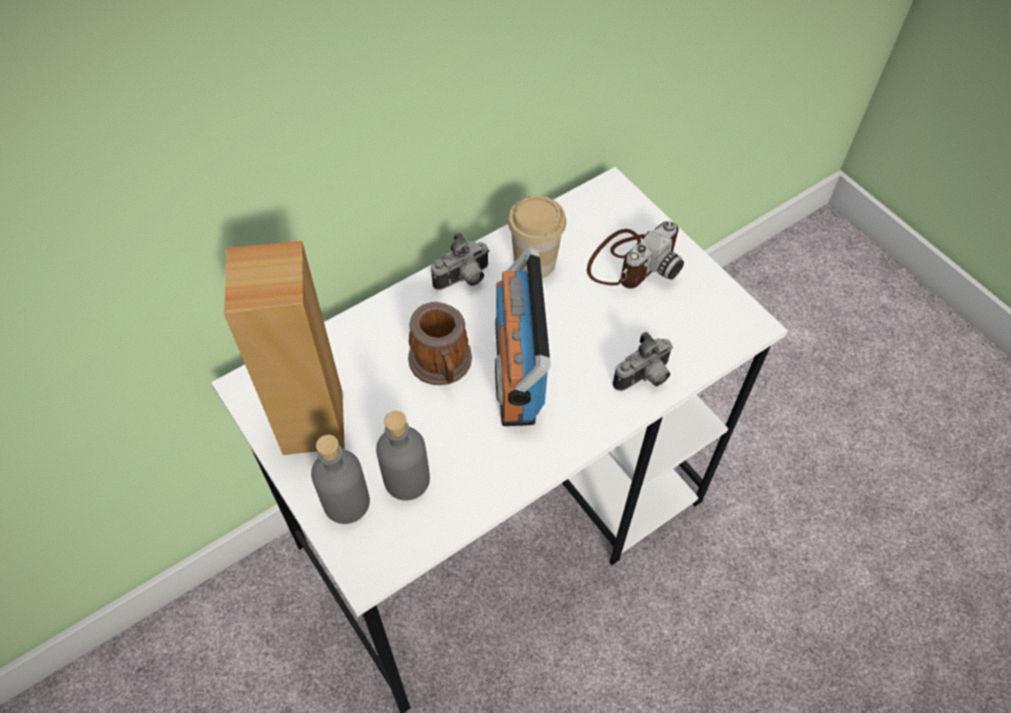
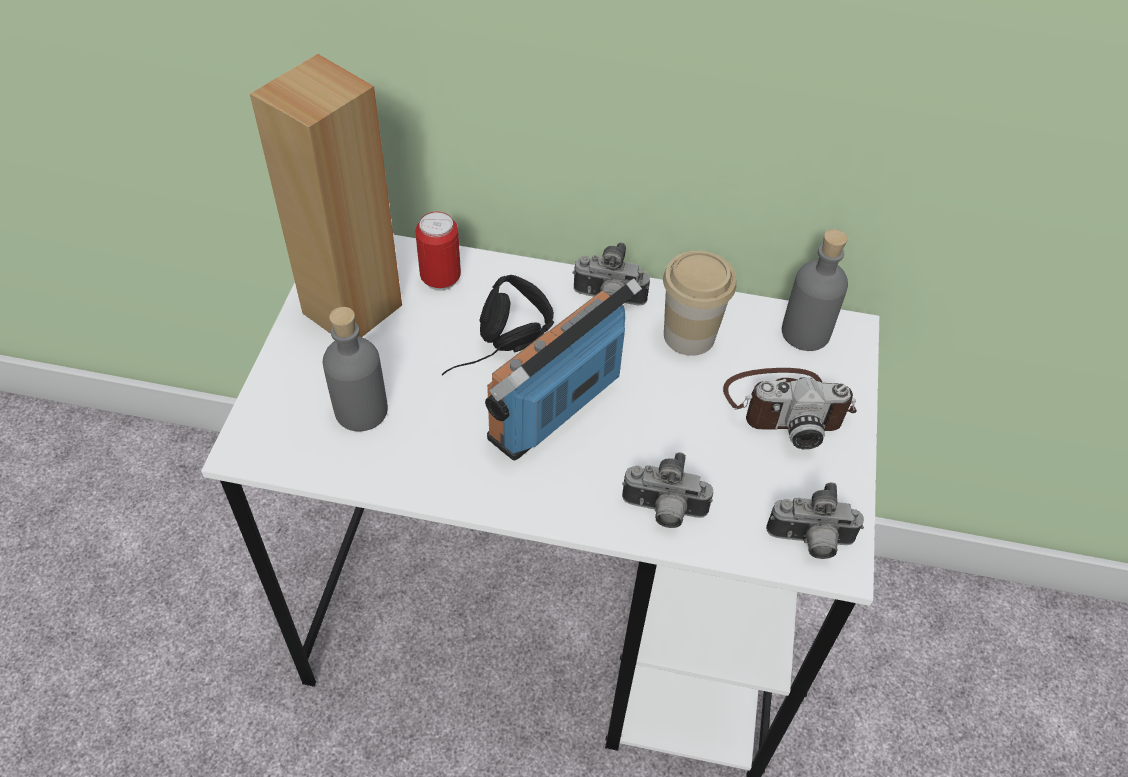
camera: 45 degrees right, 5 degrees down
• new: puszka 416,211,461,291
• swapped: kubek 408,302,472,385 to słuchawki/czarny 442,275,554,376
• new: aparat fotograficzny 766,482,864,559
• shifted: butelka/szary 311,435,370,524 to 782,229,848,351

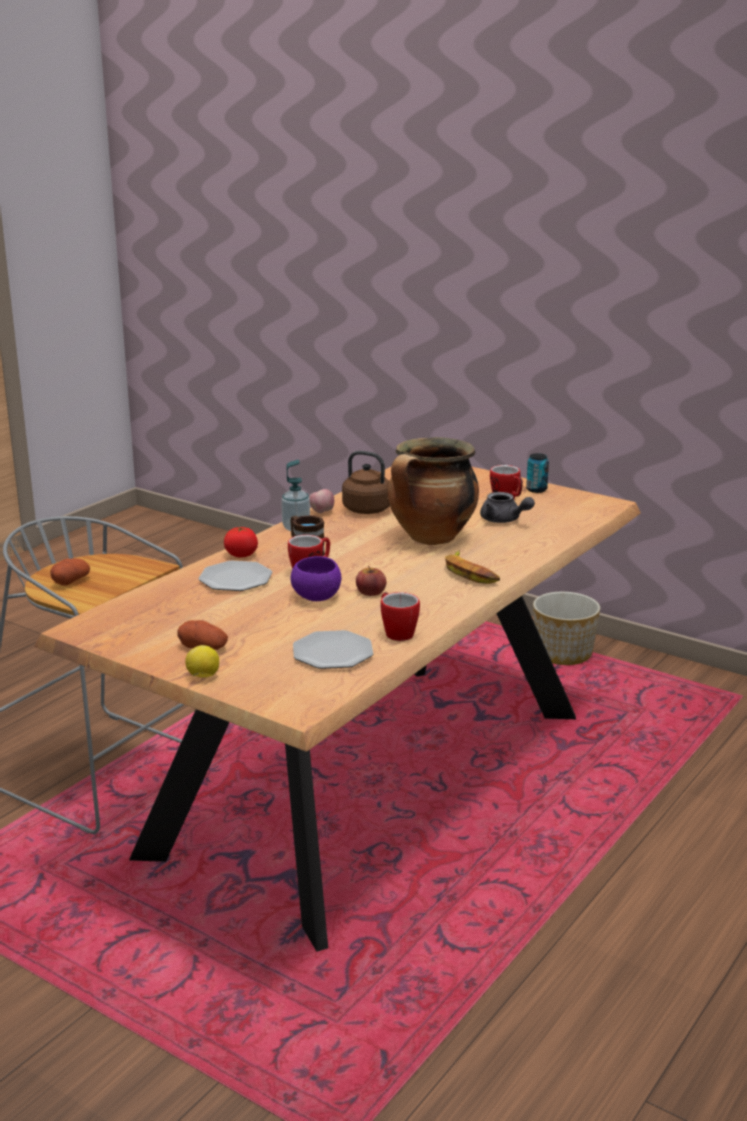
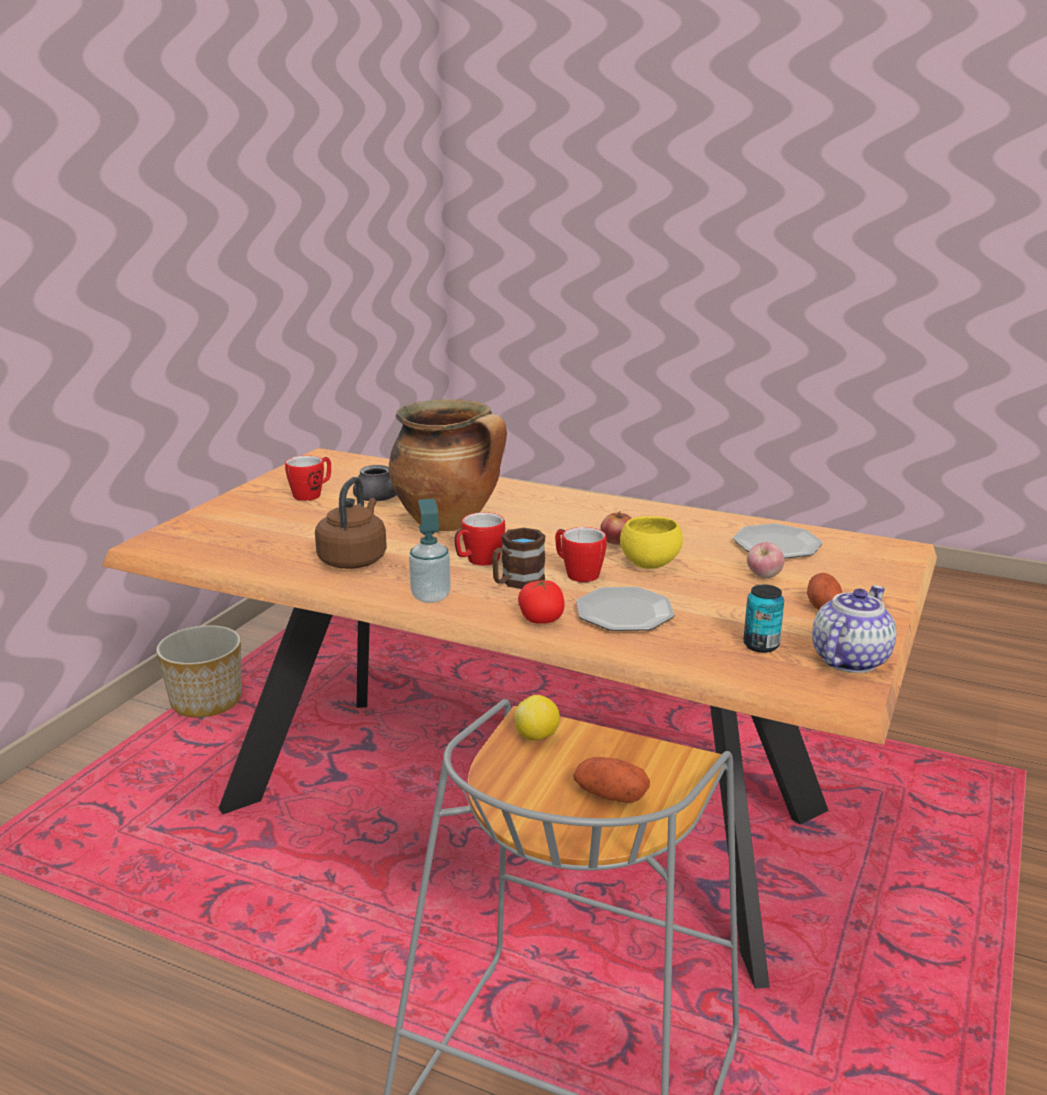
camera: 100 degrees left, 0 degrees up
• shifted: kubek 381,592,420,641 to 454,512,505,566
• shifted: cytryna 185,645,219,678 to 514,695,560,741
• repainted: miska/fioletowy 291,556,341,601 to miska/żółty 620,516,683,569
• shifted: puszka 526,453,549,493 to 743,585,784,653
• shifted: jabłko 309,489,334,513 to 747,542,785,579
• new: imbryk 812,585,896,673
• gone: banan 445,551,500,584

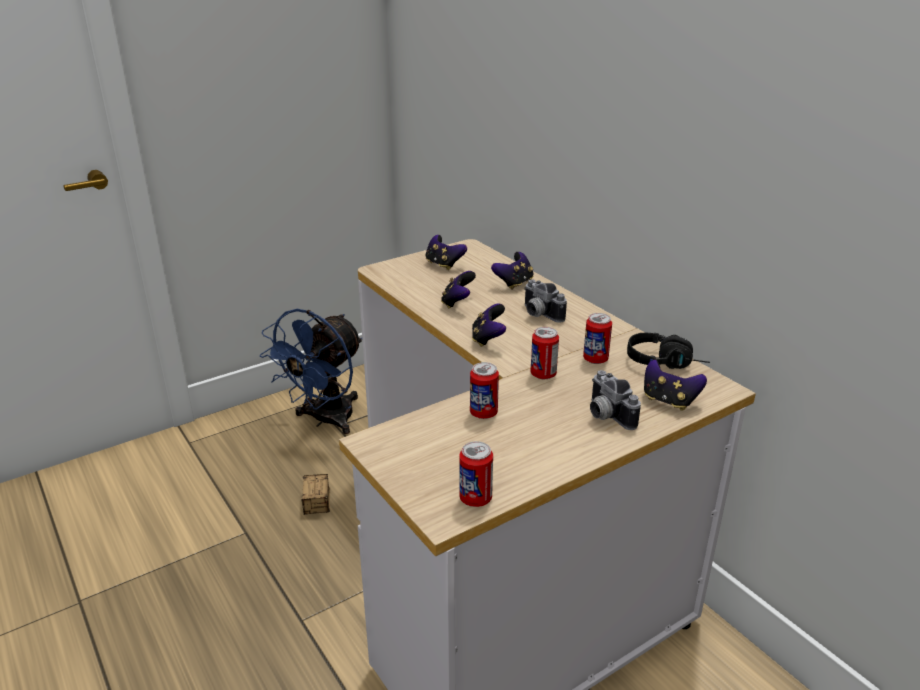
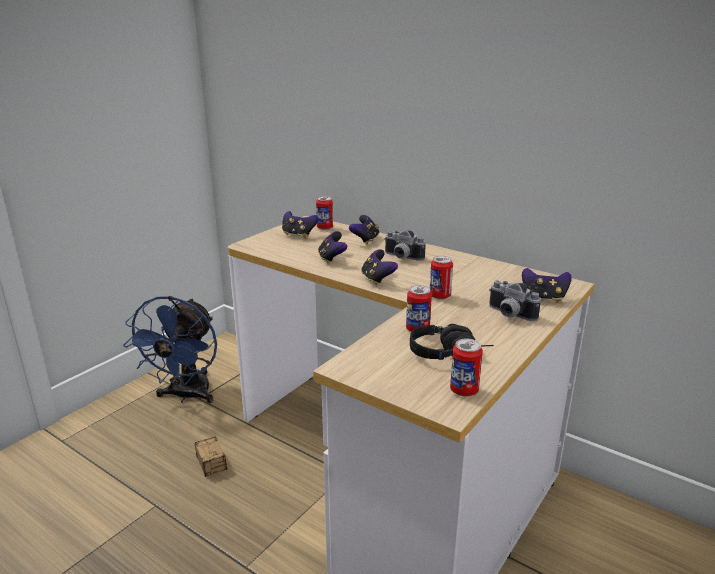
camera: 20 degrees left, 5 degrees down
• shifted: puszka 583,313,612,364 to 316,196,333,230
• shifted: słuchawki/czarny 627,333,710,369 to 410,324,494,360

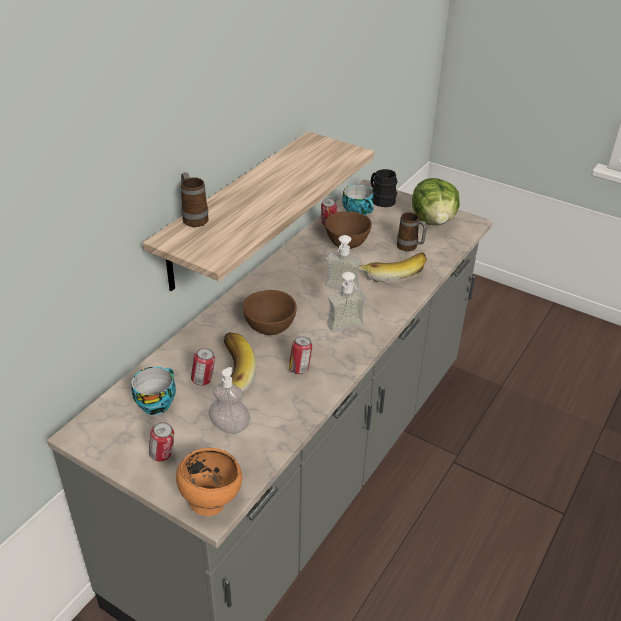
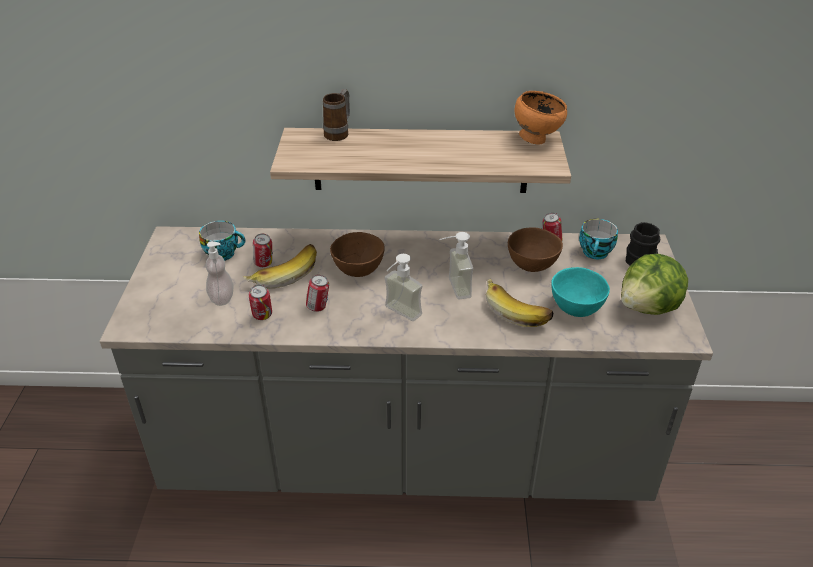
camera: 60 degrees right, 0 degrees up
• shifted: puszka 149,422,174,462 to 249,285,272,320
• shifted: miska/pomarańczowy 176,448,242,516 to 514,91,567,145
• swapped: kubek 397,212,427,251 to miska/turkusowy 551,267,610,317

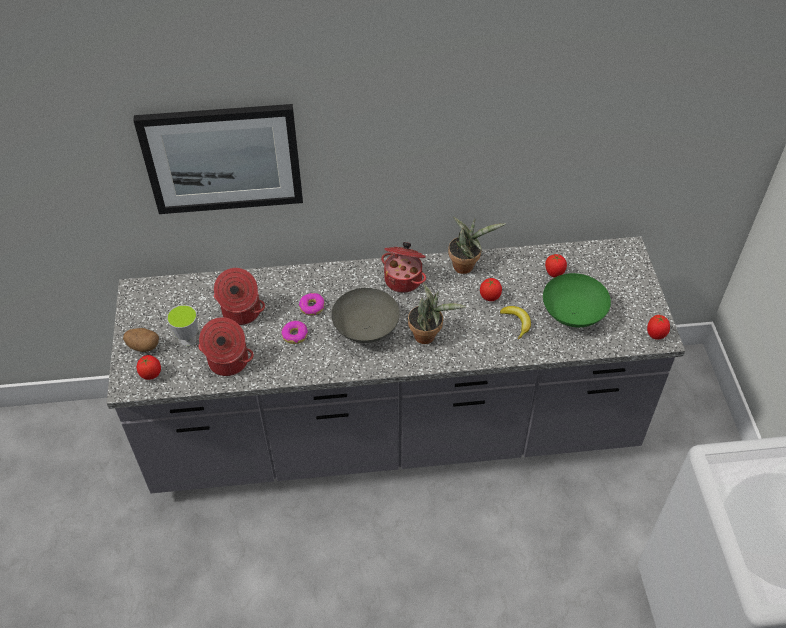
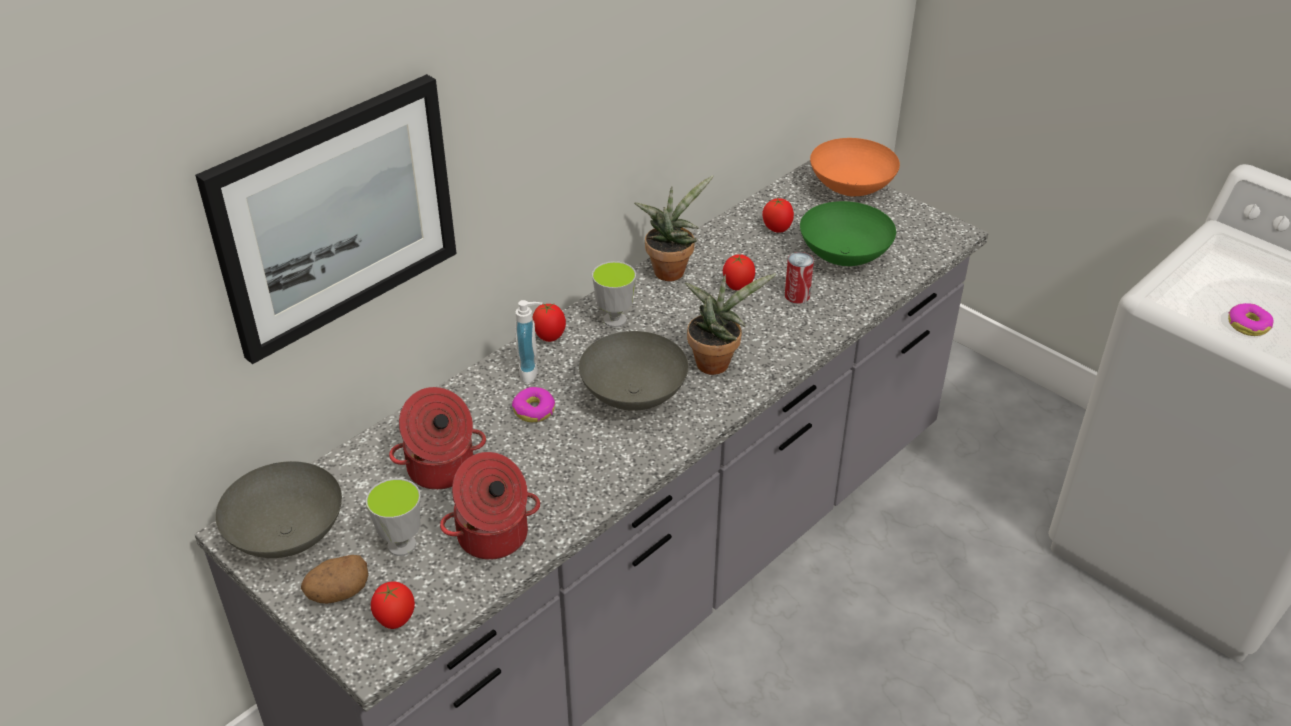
camera: 40 degrees left, 10 degrees down
• new: miska/szary 215,461,342,558
• new: dozownik mydła 515,300,542,383
• shifted: pomidor 647,315,670,340 to 533,303,566,342
• swapped: garnek 381,242,426,293 to filiżanka 592,261,636,327
• swapped: banan 500,306,531,339 to puszka 785,252,814,303
• new: miska/pomarańczowy 810,138,900,197
• shifted: donut 281,321,308,344 to 1228,303,1274,336

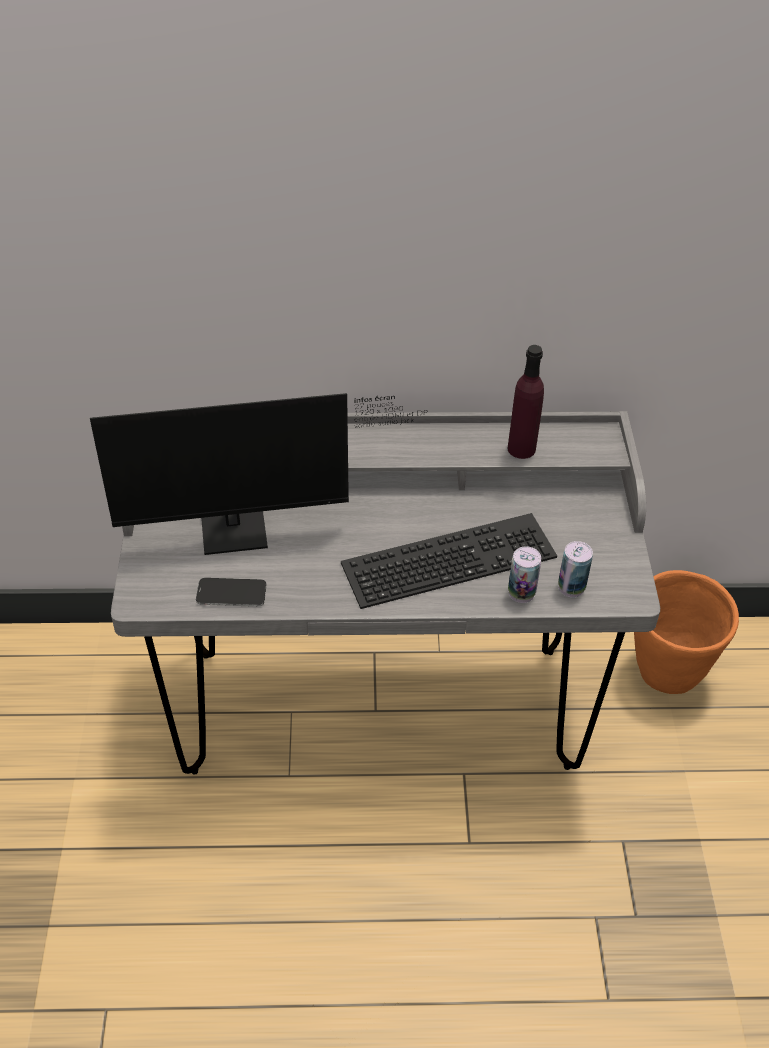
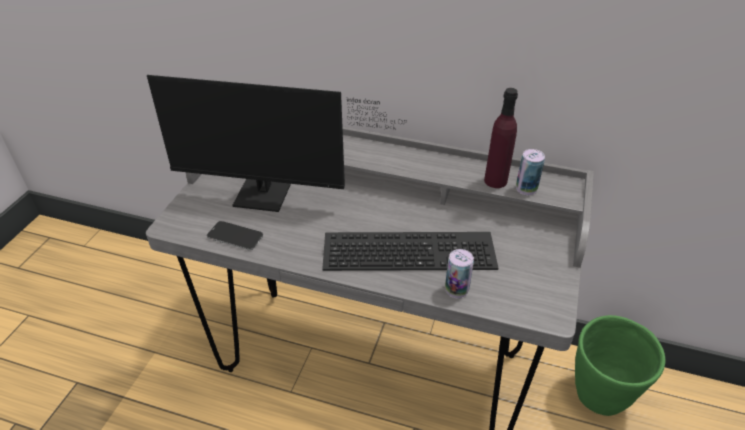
camera: 20 degrees right, 5 degrees down
• shifted: puszka 558,541,593,598 to 516,149,545,195
• repainted: donica/pomarańczowy 634,570,739,694 to donica/zielony 575,315,665,416

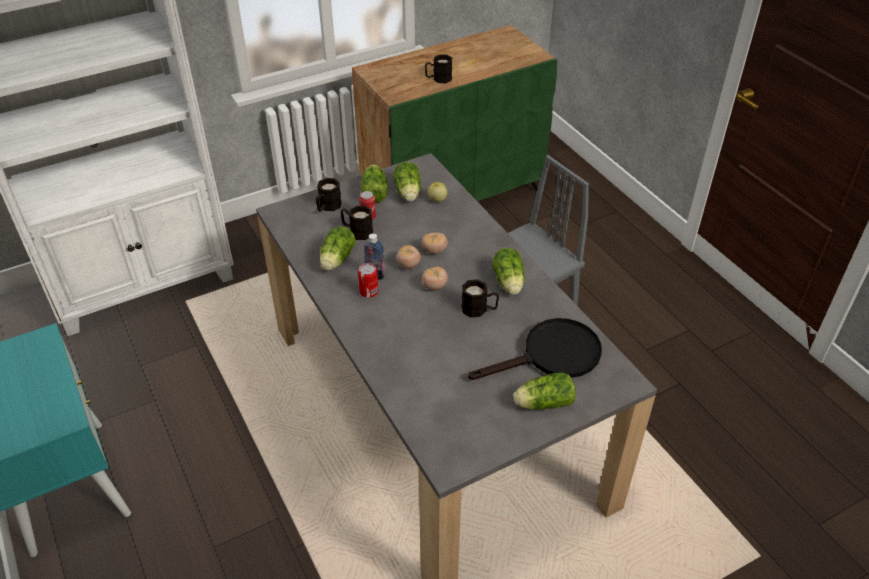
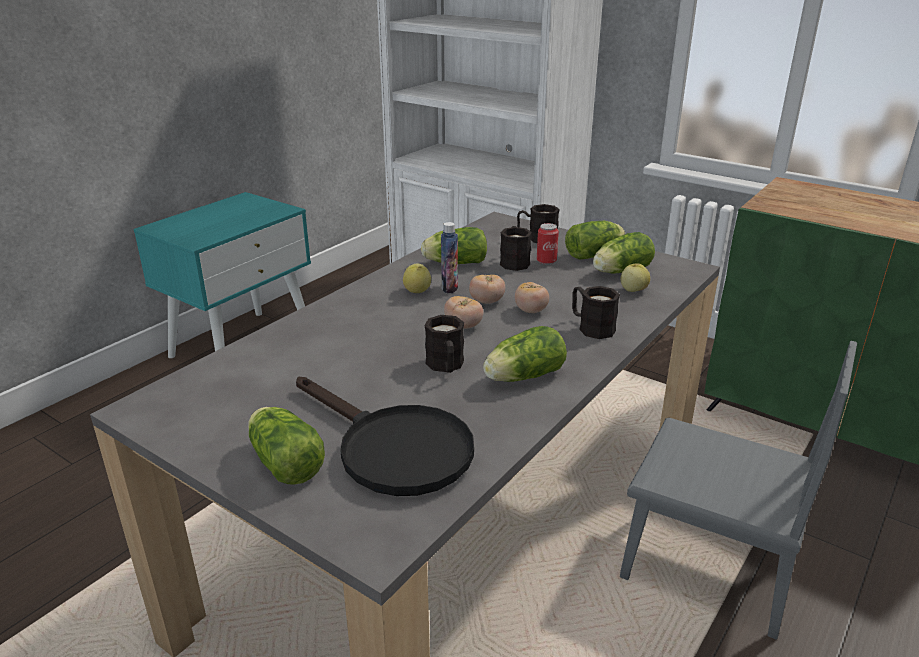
camera: 65 degrees right, 15 degrees down
• swapped: puszka 358,263,378,298 to jabłko 403,264,431,293
• shifted: kubek/czarny 425,54,452,83 to 572,286,620,339

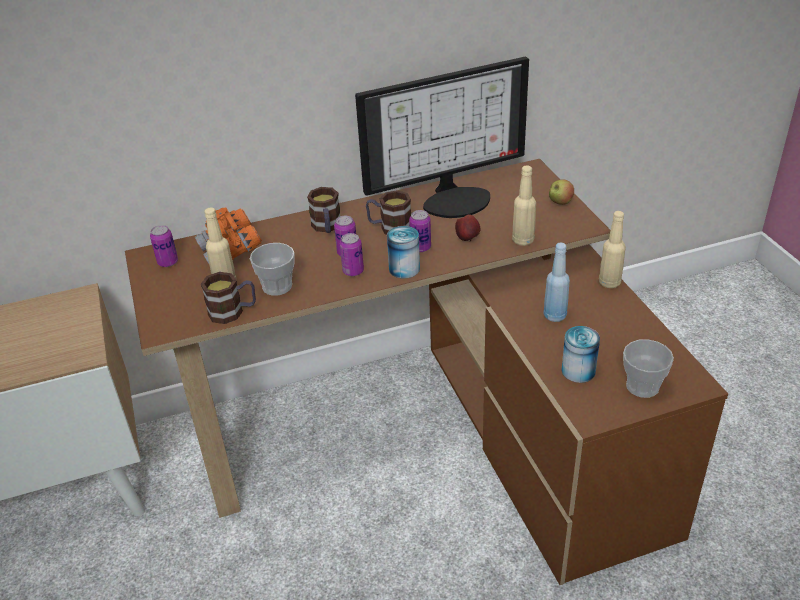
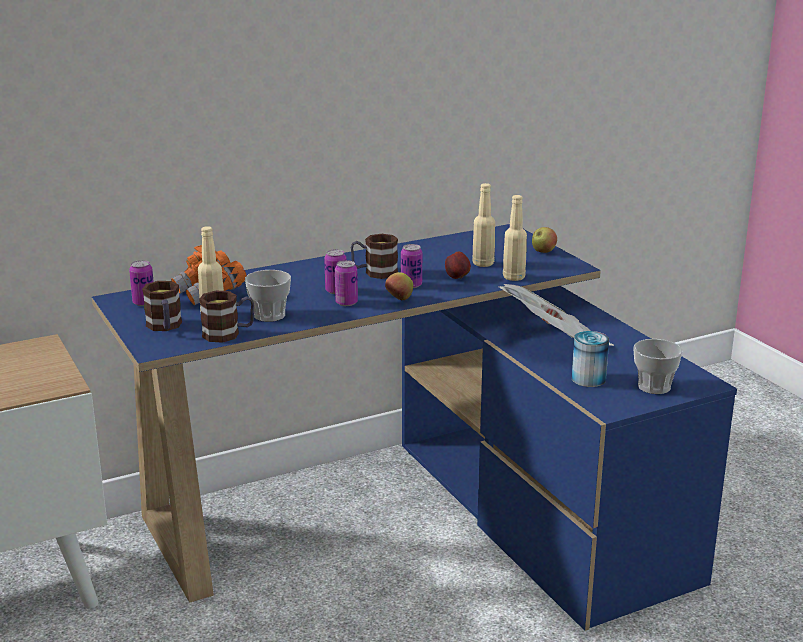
camera: 10 degrees left, 15 degrees down
• repainted: biurko/brązowy 125,159,728,585 to biurko/niebieski 92,224,737,631
• shifted: kubek 307,187,340,233 to 142,281,182,331
• swapped: puszka 387,226,420,278 to jabłko 385,272,413,300
• shifted: butelka/beżowy 599,211,626,288 to 472,183,495,267
• swapped: butelka/niebieski 543,243,570,322 to gazeta 498,284,614,346
• gone: monitor 355,57,529,218

